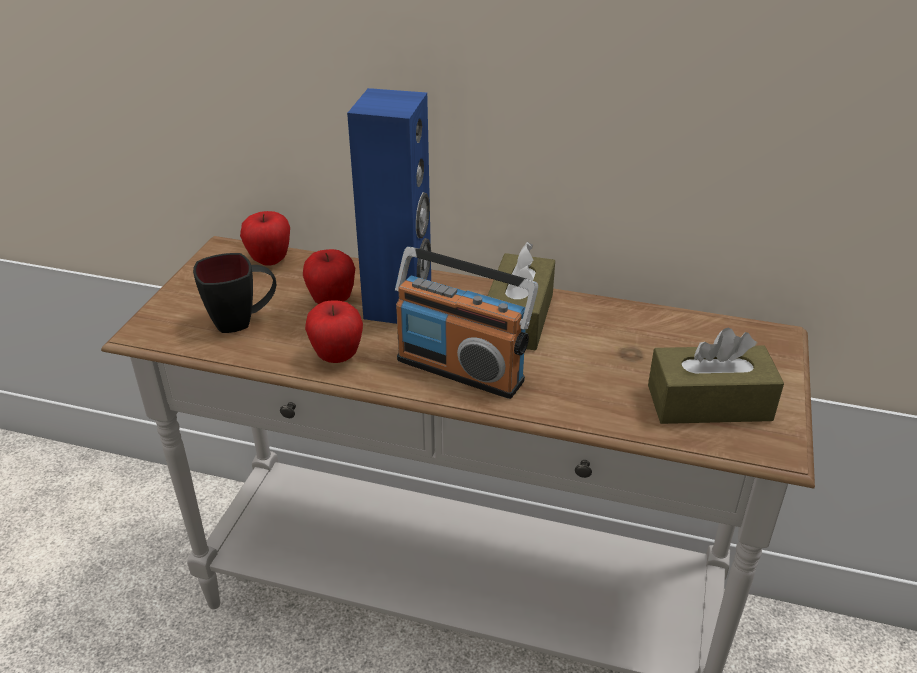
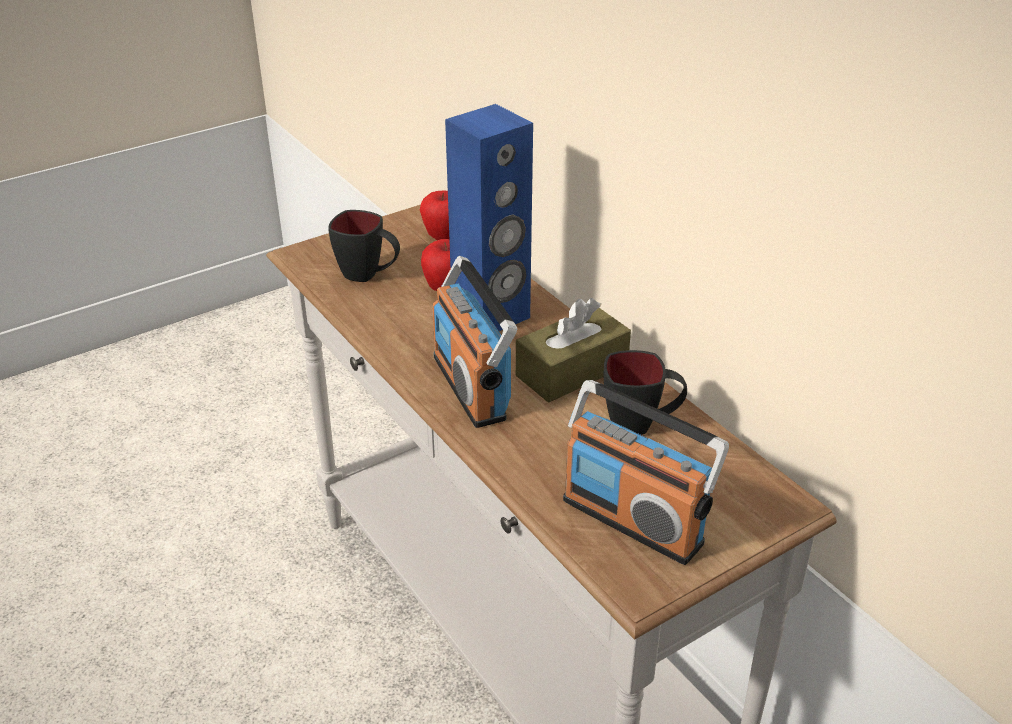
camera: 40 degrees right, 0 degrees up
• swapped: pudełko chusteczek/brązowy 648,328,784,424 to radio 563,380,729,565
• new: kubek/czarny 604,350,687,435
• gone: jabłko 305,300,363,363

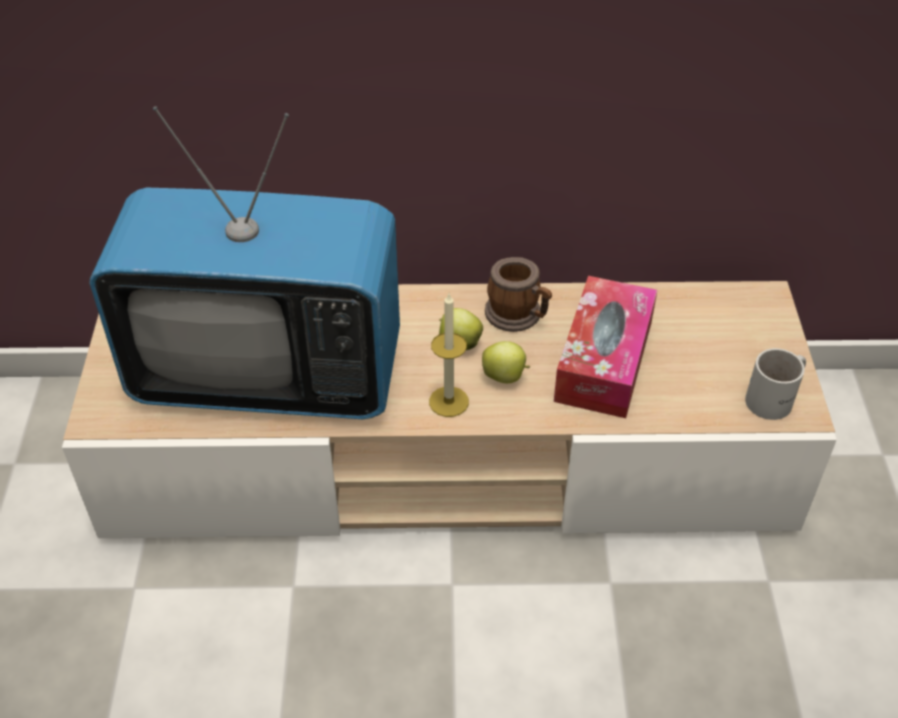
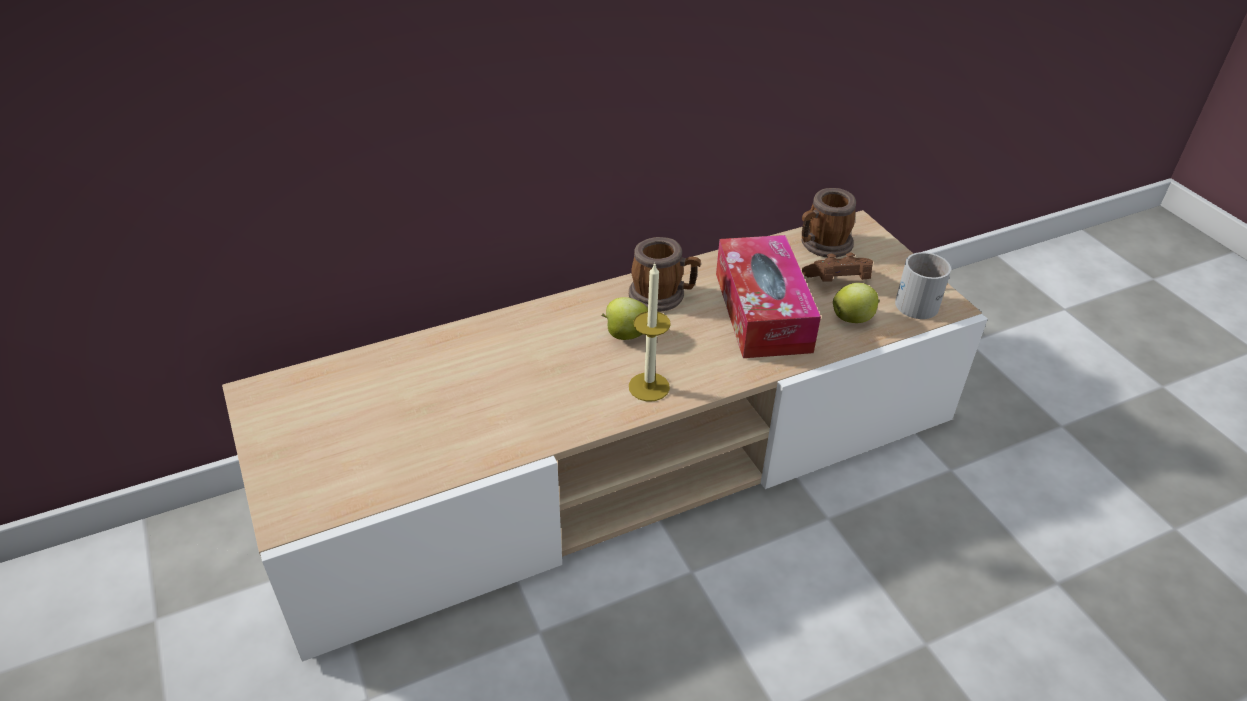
camera: 25 degrees left, 5 degrees down
• new: kubek 802,188,856,258
• new: pad do gier/brązowy 802,253,873,282
• shifted: jabłko 482,341,530,383 to 833,283,880,323
• gone: telewizor 90,106,400,419

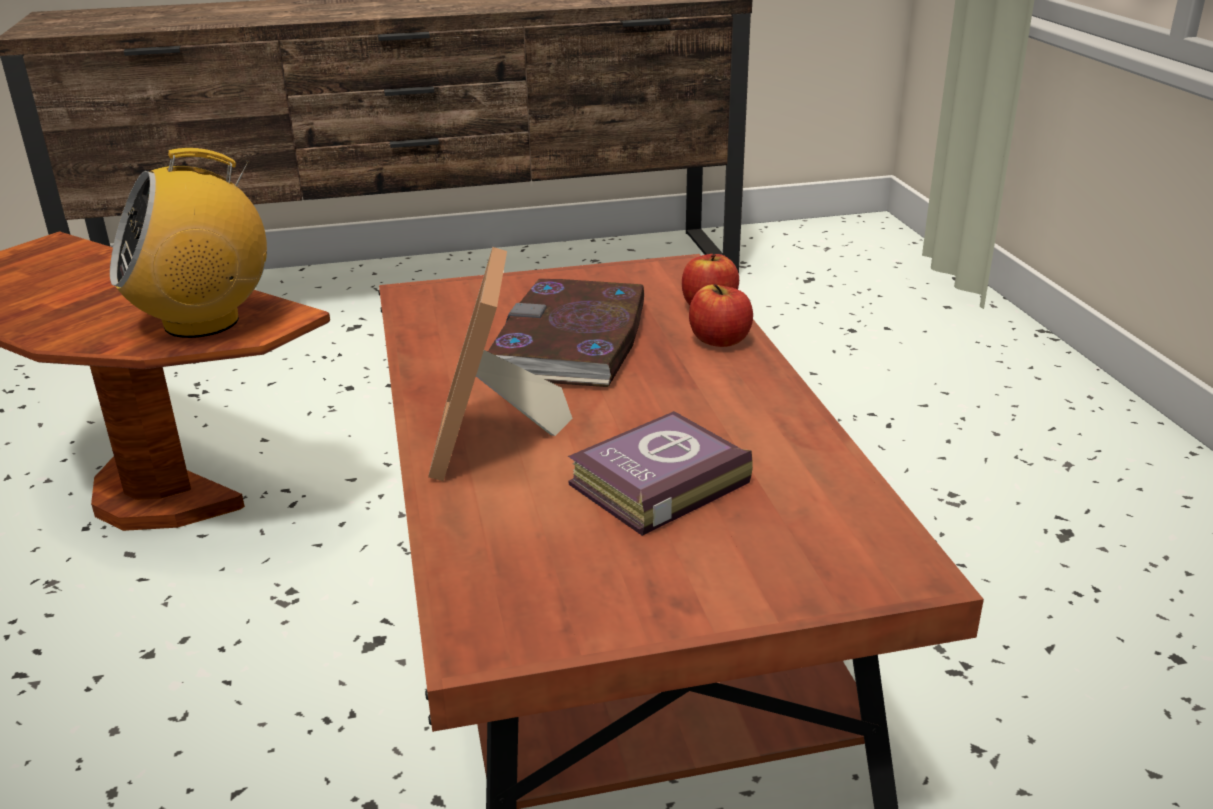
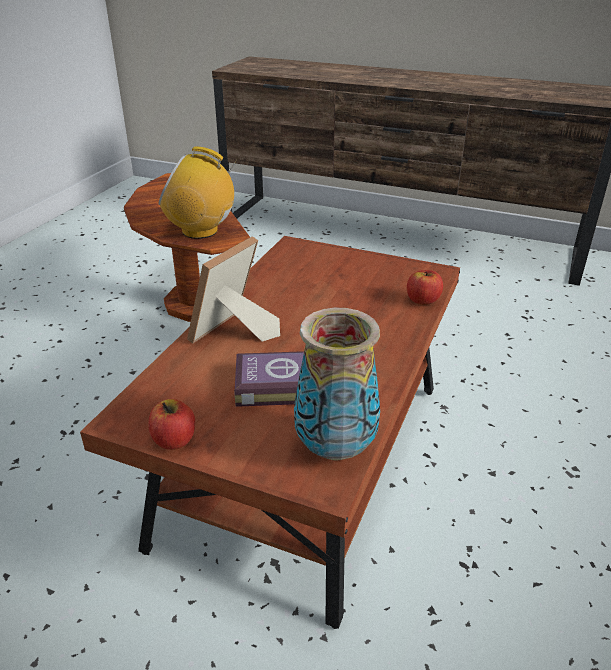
camera: 35 degrees right, 5 degrees up
• shifted: jabłko 689,284,753,347 to 149,399,195,450
• new: wazon 294,308,380,461
• gone: książka 488,279,644,387

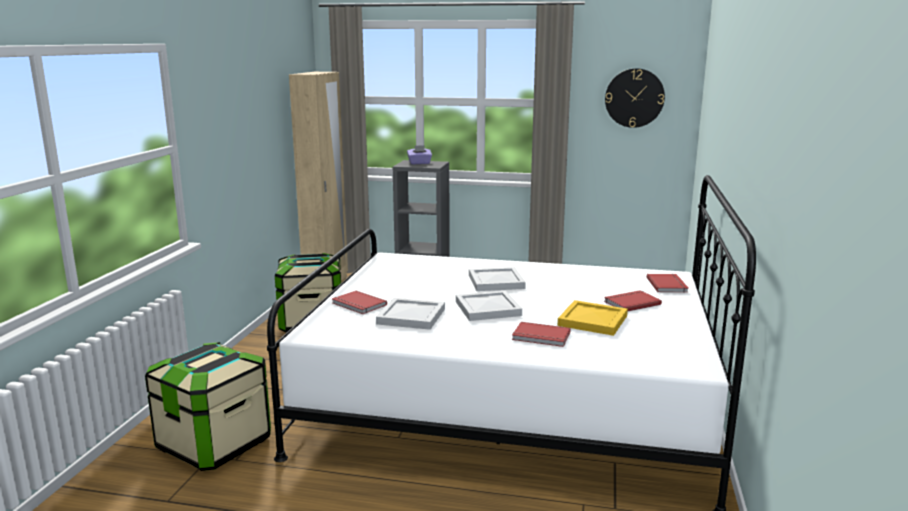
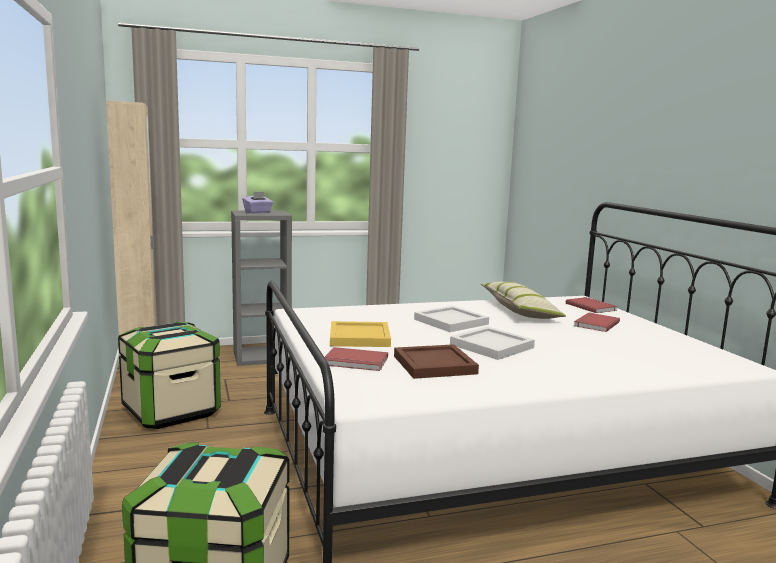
camera: 30 degrees left, 5 degrees down
• shifted: taca/żółty 558,300,628,336 to 330,321,391,347
• repainted: taca/biały 376,298,445,330 to taca/brązowy 394,344,479,379
• new: poduszka 481,282,566,319
• gone: książka/czerwony 512,322,571,347
• gone: zegar ścienny 605,68,665,128

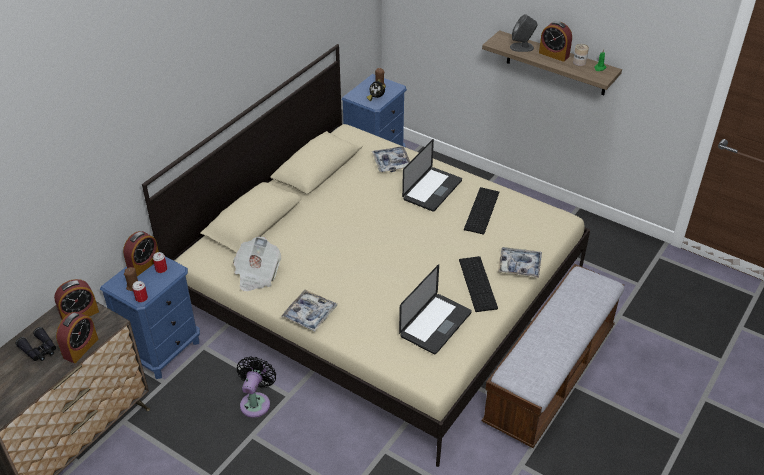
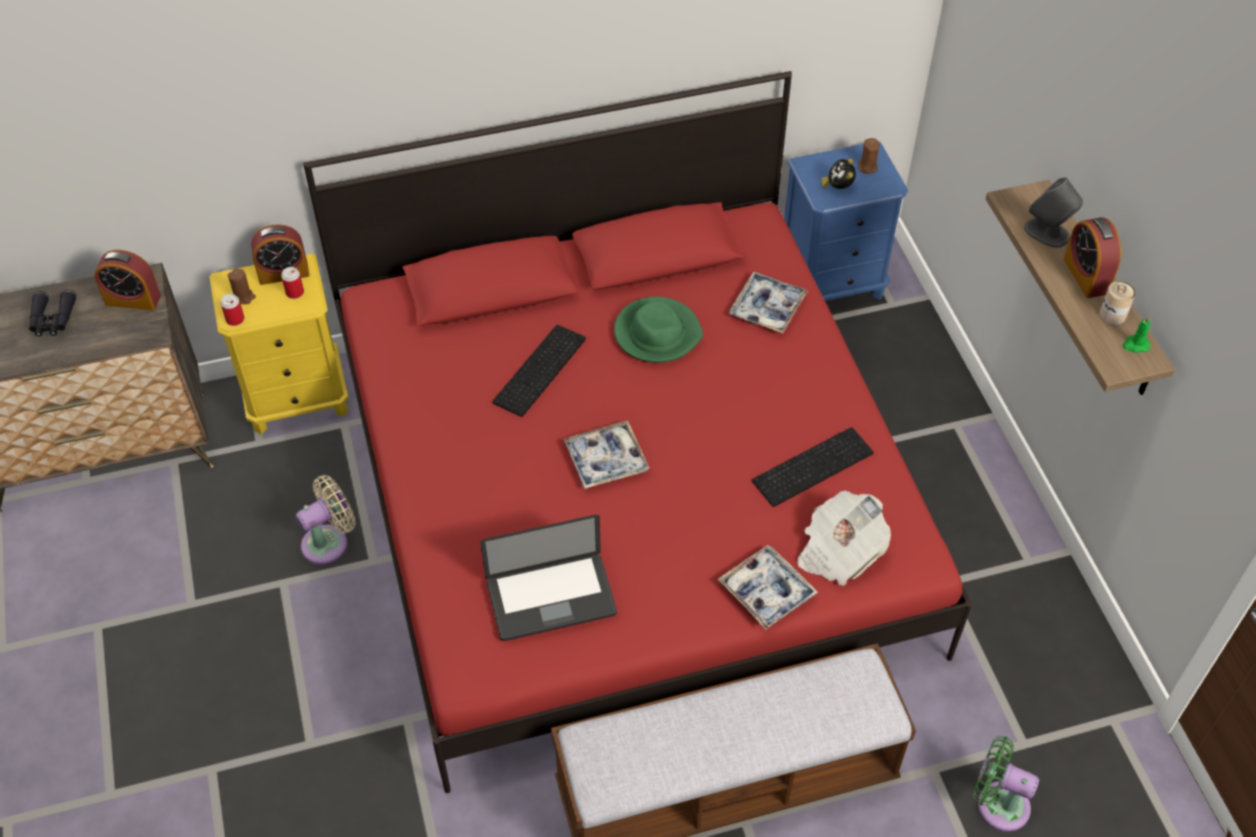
camera: 40 degrees right, 10 degrees up
• repainted: szafka nocna/niebieski 100,256,200,379 to szafka nocna/żółty 209,254,348,435
• repainted: wentylator/czarny 237,356,276,418 to wentylator/beżowy 296,475,355,565
• repainted: łóżko/beżowy 142,44,590,467 to łóżko/czerwony 303,71,972,793
• shifted: klawiatura 459,256,498,312 to 492,325,586,417
• shifted: taca 281,290,337,331 to 564,421,649,489
• new: kapelusz/zielony 614,297,703,363
• shifted: gazeta 233,236,281,291 to 797,491,891,586
• new: wentylator/zielony 973,736,1039,832
• gone: budzik 56,312,98,363
• gone: laptop 402,139,462,212

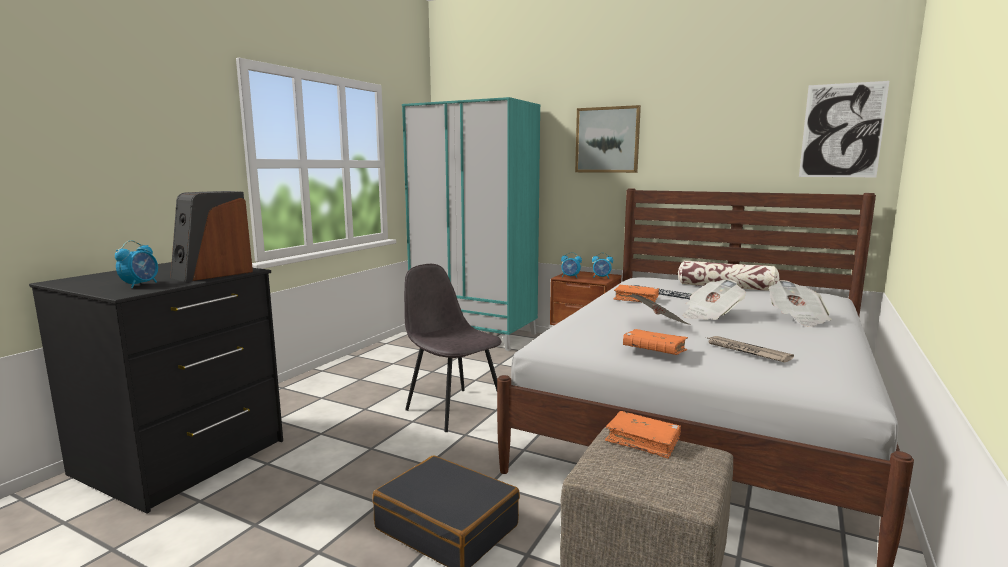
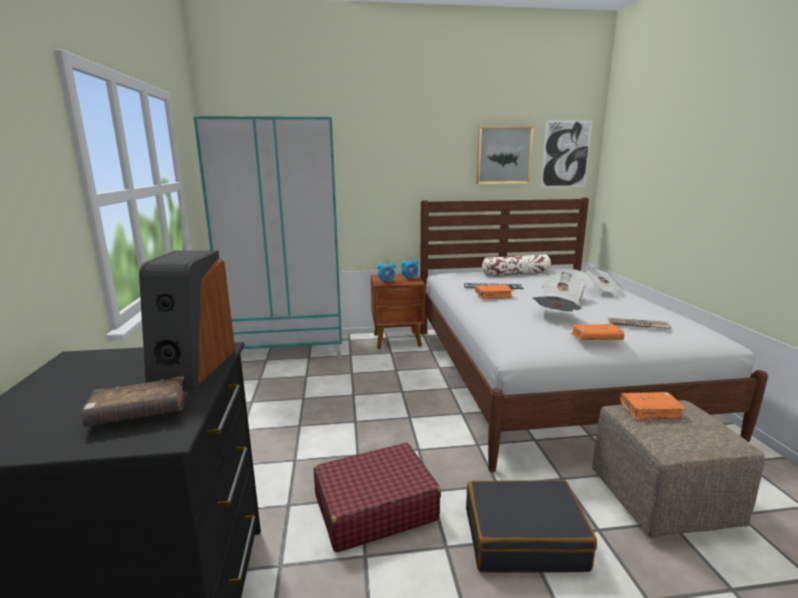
camera: 35 degrees left, 5 degrees up
• swapped: budzik 115,241,158,288 to książka/brązowy 80,376,187,427
• new: walizka/czerwony 314,443,441,552
• shifted: obraz 575,105,641,173 to 476,126,533,184
• gone: krzesło/szary 404,264,502,432

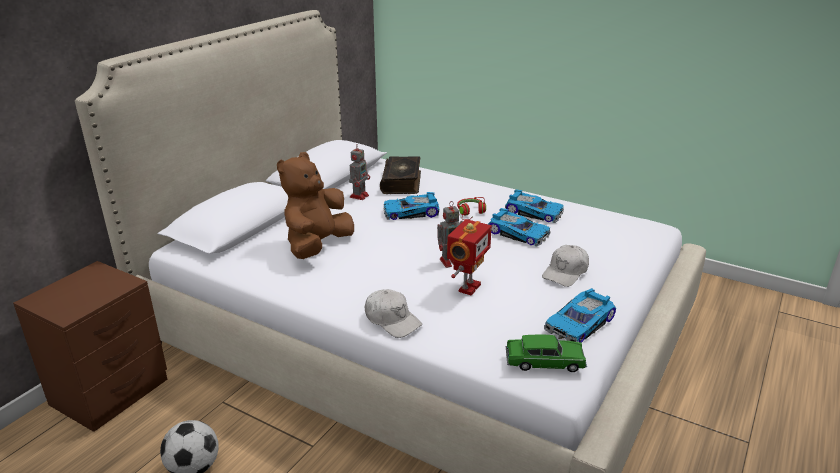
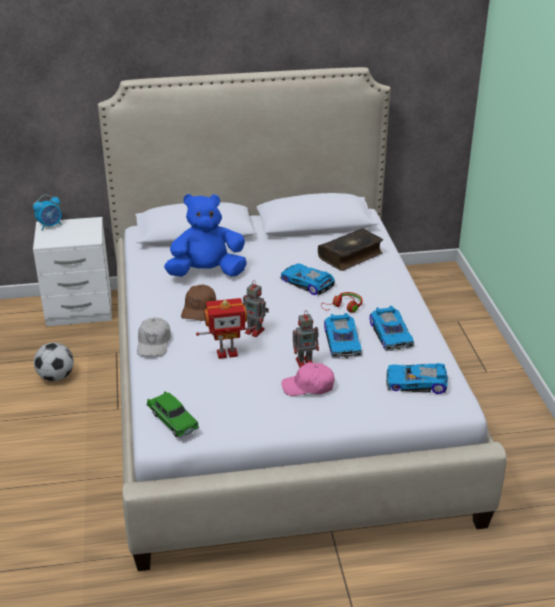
camera: 50 degrees right, 5 degrees up
• new: budzik 33,195,62,230
• repainted: szafka nocna/brązowy 13,261,168,432 to szafka nocna/biały 33,217,112,326
• repainted: pluszak/brązowy 277,152,354,259 to pluszak/niebieski 164,194,247,277
• new: czapka z daszkiem/brązowy 181,285,216,321
• repainted: czapka z daszkiem/biały 542,245,589,287 to czapka z daszkiem/różowy 281,362,334,396
• shifted: robot zabawkowy 349,144,370,200 to 293,311,319,368
• shifted: samochodzik 544,288,616,343 to 386,363,448,394

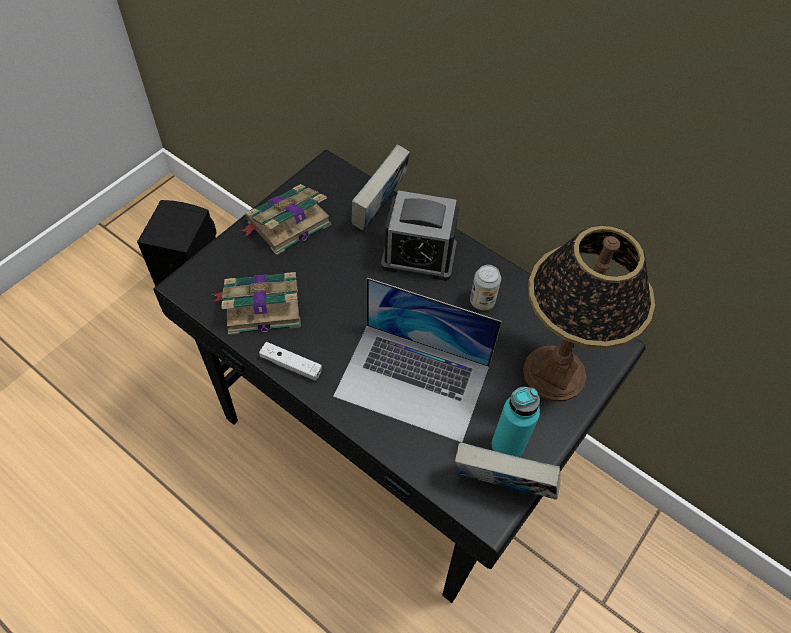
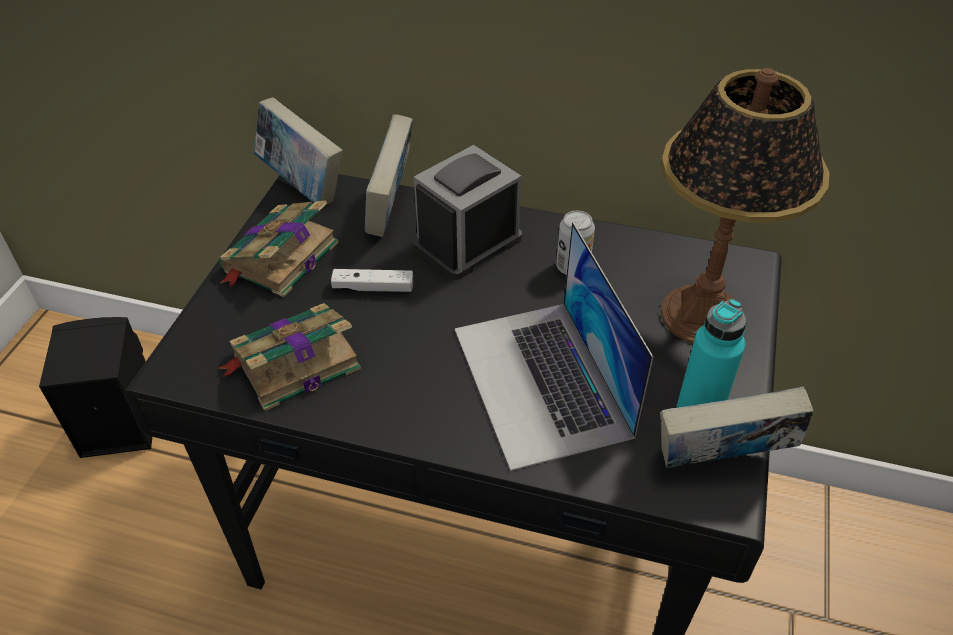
camera: 20 degrees left, 10 degrees down
• new: książka 254,97,343,205
• shifted: pad do gier/biały 259,342,322,381 to 331,269,413,292
• rotated: budzik 381,190,459,281 = 414,145,522,280 150 degrees clockwise
• rotated: laptop 333,278,502,443 = 455,222,653,471 75 degrees clockwise

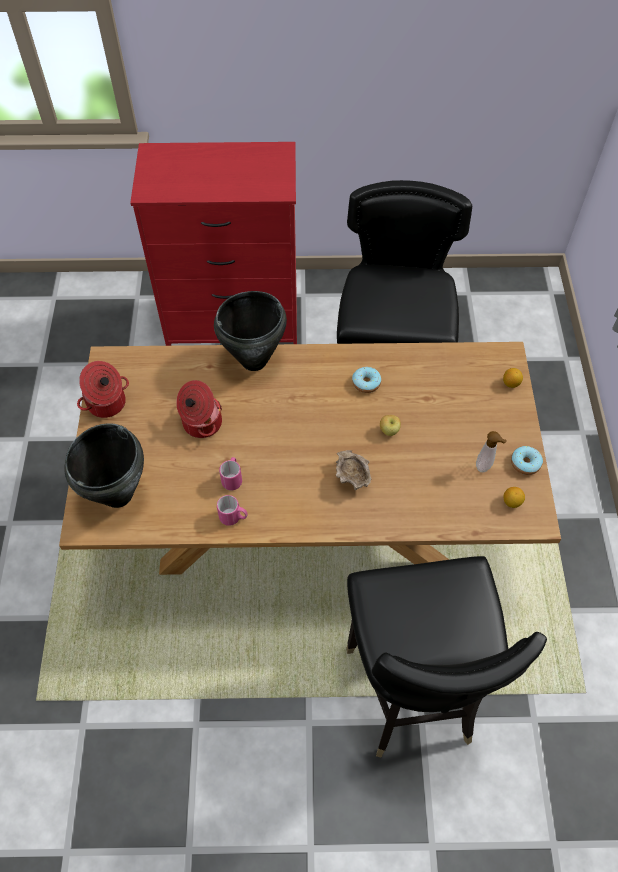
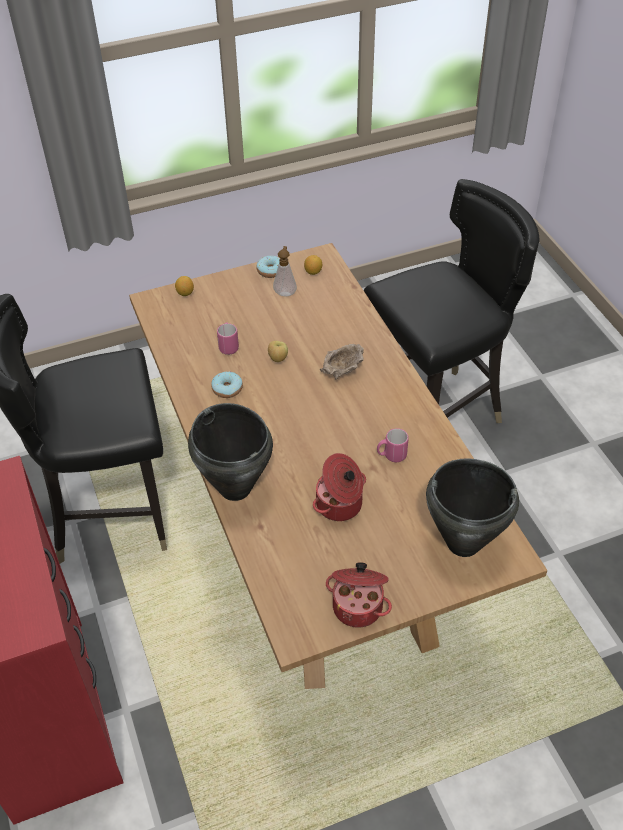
camera: 110 degrees left, 10 degrees down
• shifted: kubek/różowy 217,495,247,526 to 217,323,239,355

